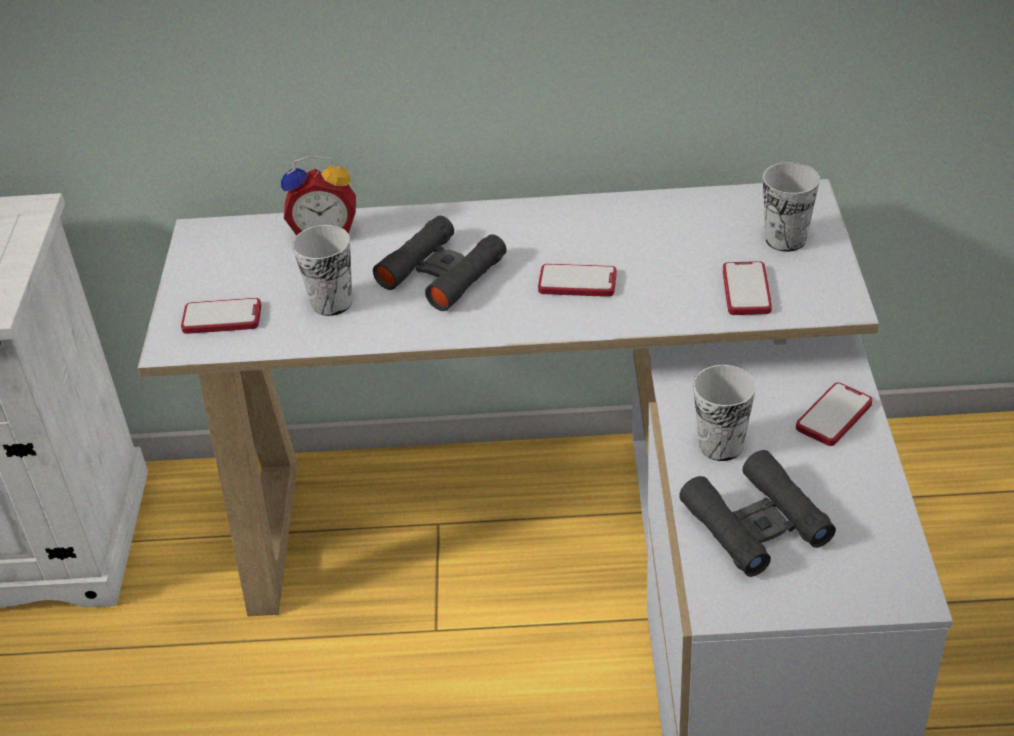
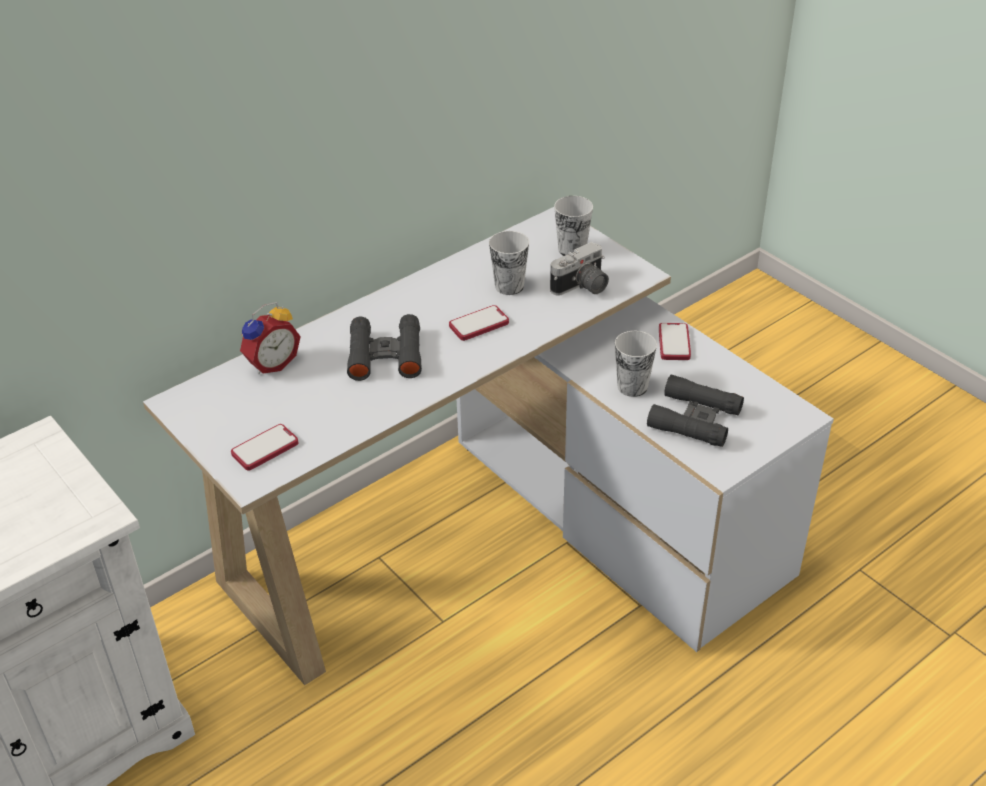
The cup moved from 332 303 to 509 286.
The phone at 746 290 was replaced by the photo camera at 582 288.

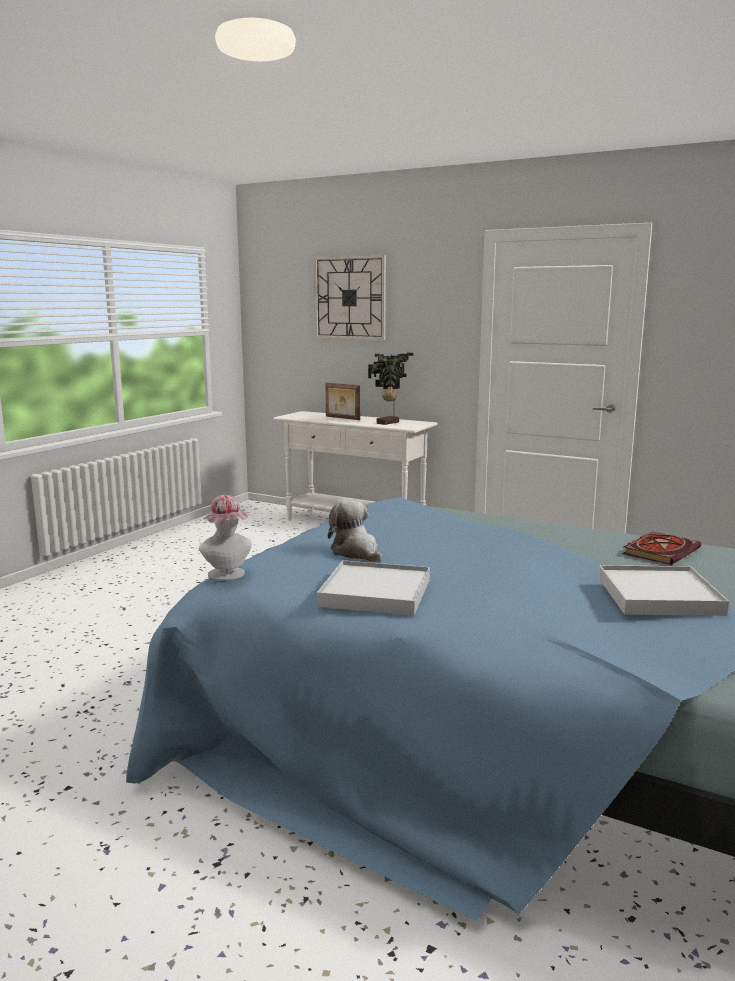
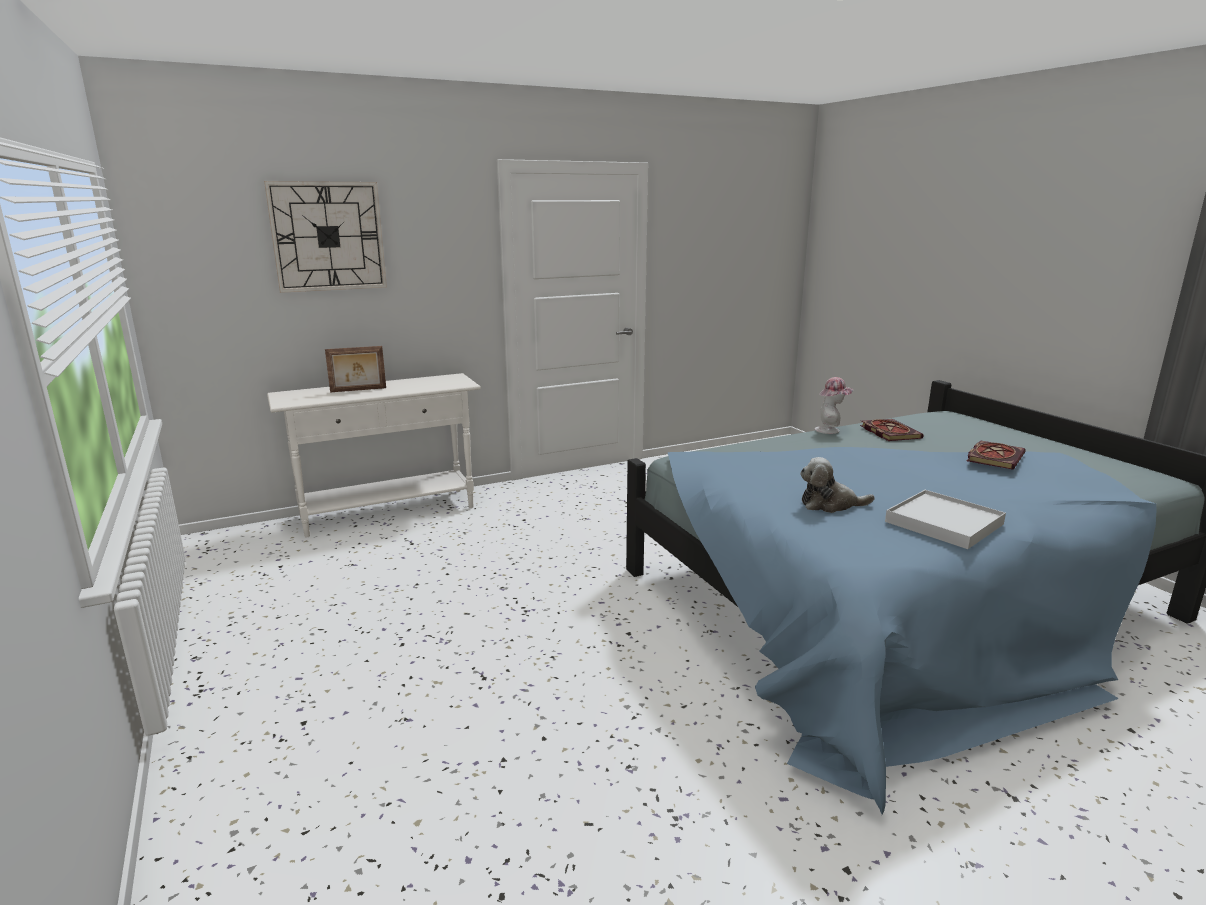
The potted plant at 389 423 disappeared.
The hat moved from 228 575 to 830 430.
The tray in white at 659 596 was replaced by the book at 994 457.

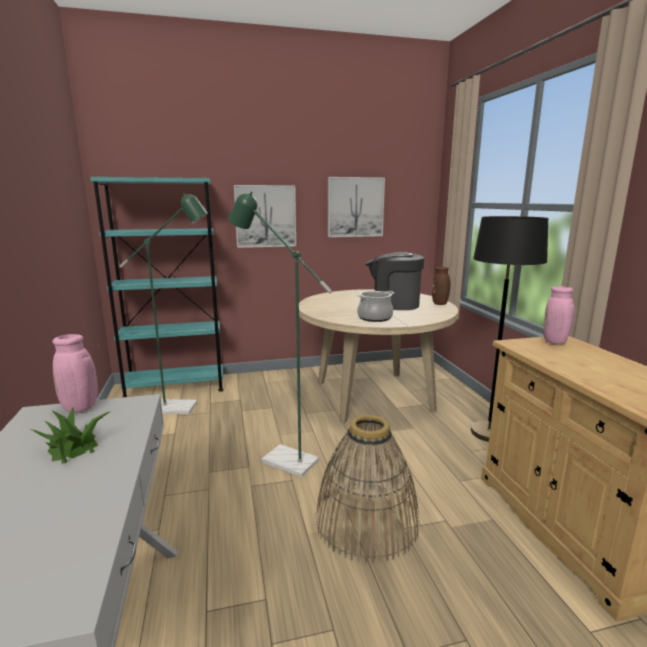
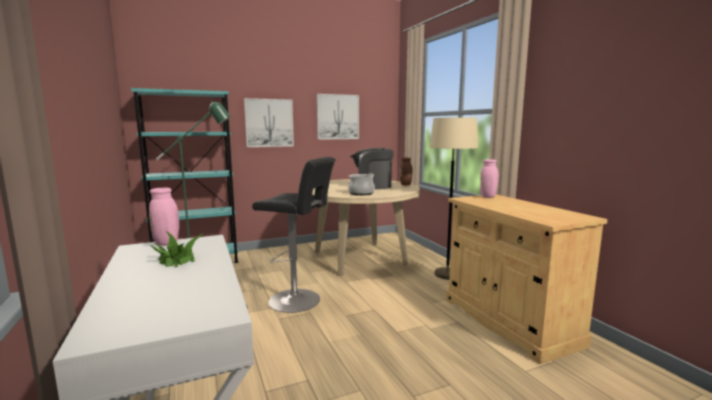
The basket at 366 521 disappeared.
The floor lamp in green at 281 458 was replaced by the stool in black at 298 300.
The floor lamp in black at 488 433 became the floor lamp in beige at 447 274.

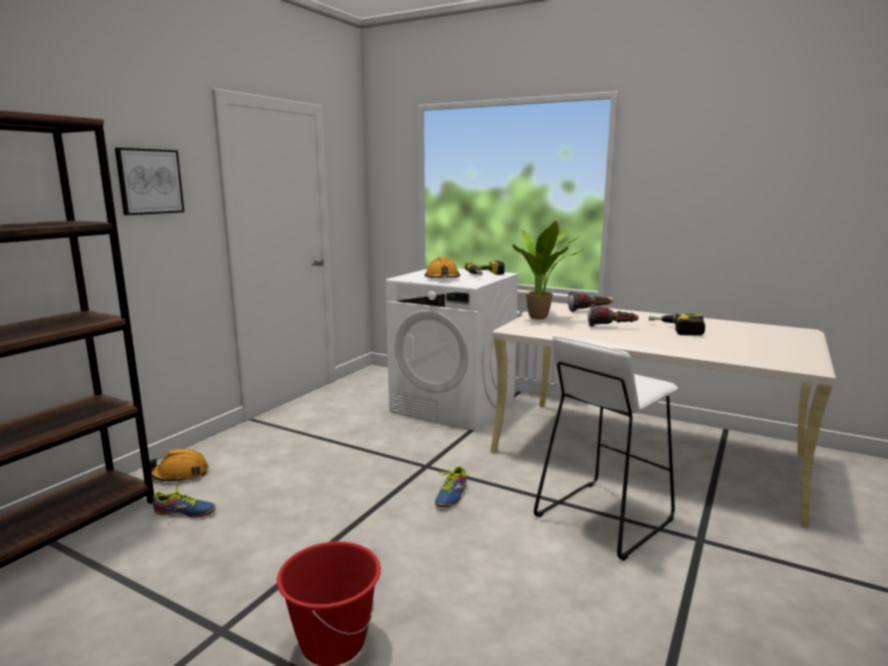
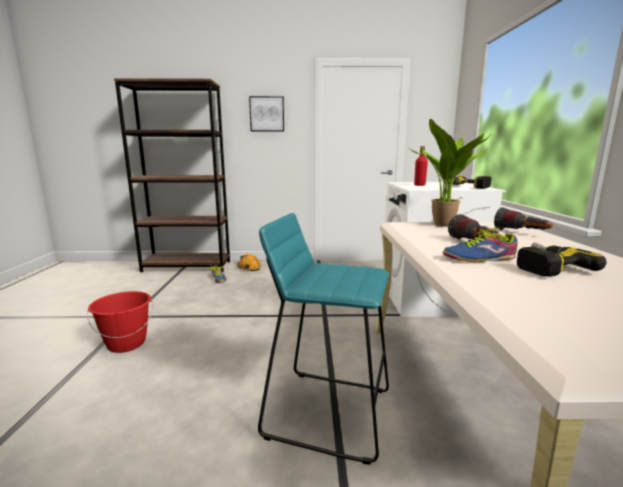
The shoe moved from 451 495 to 479 258.
The hard hat in orange at 442 279 was replaced by the bottle in red at 419 185.
The stool in white at 602 518 became the stool in turquoise at 327 411.

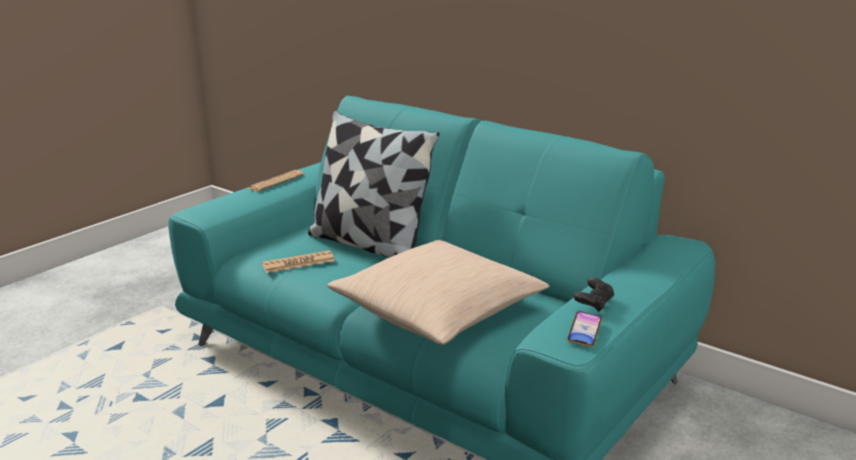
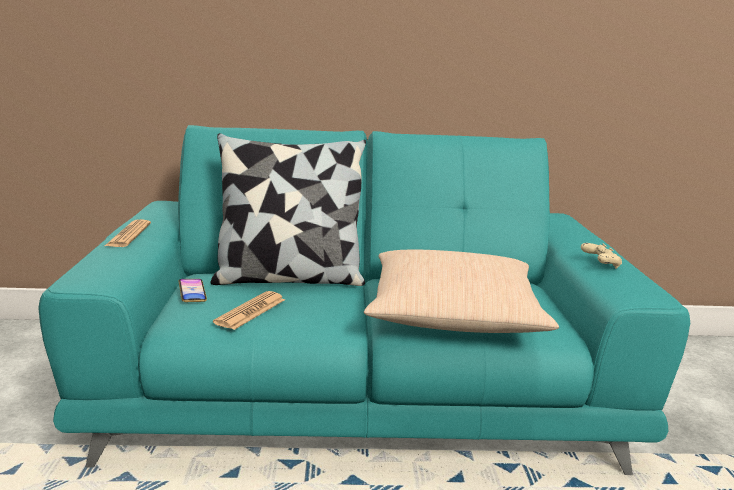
The phone moved from 584 332 to 192 293.
The game controller in black at 594 303 became the game controller in beige at 600 264.

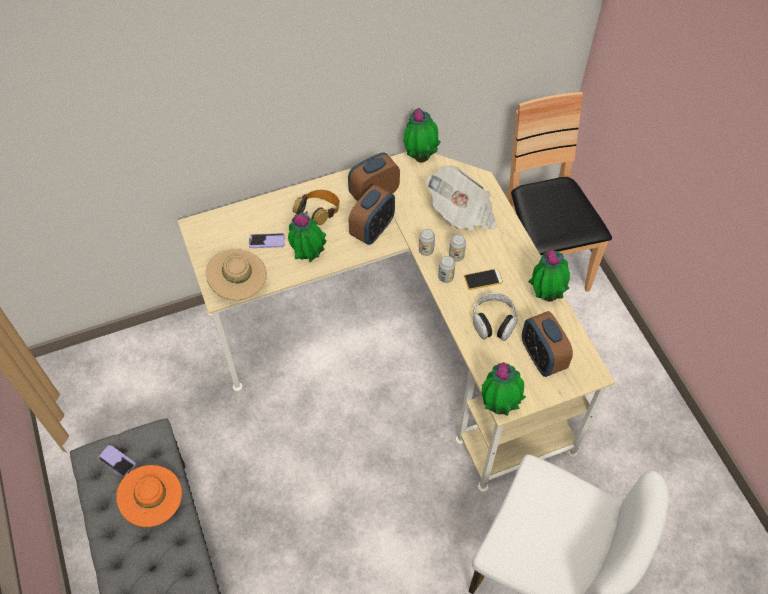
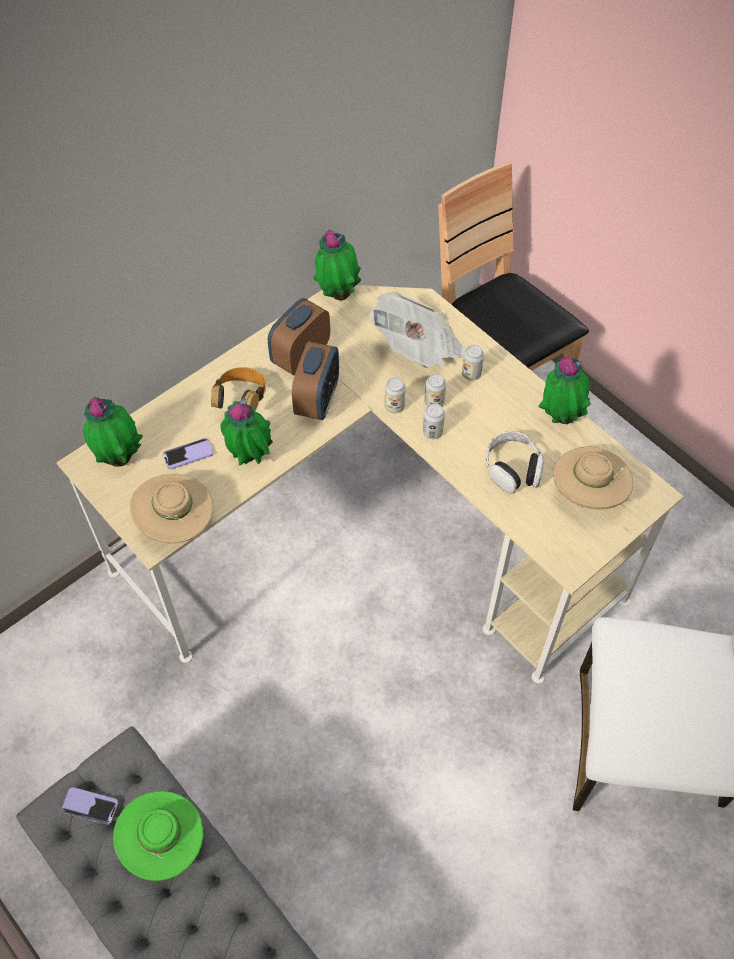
The phone at 483 279 disappeared.
The can at 471 374 appeared.
The potted plant moved from 499 405 to 119 457.
The alarm clock at 542 357 was replaced by the hat in beige at 588 493.
The hat in orange at 155 503 became the hat in green at 164 843.

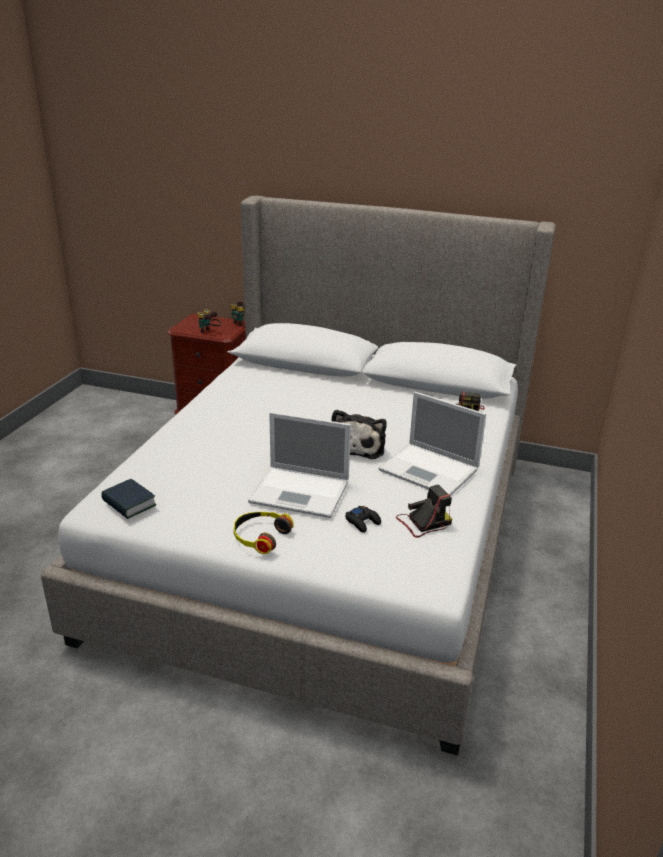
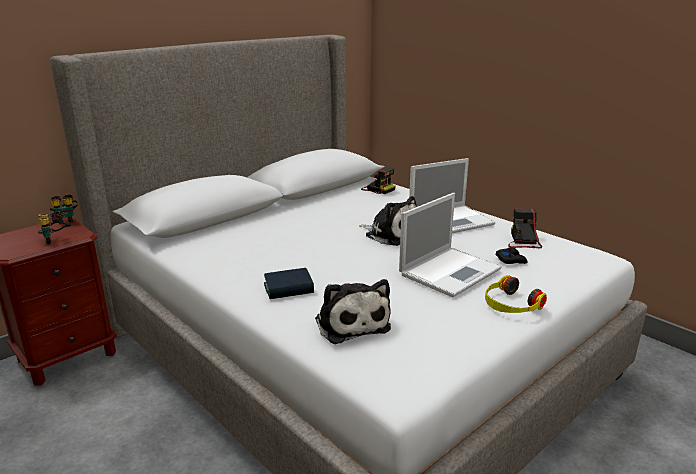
The plush toy at 351 323 appeared.
The book moved from 129 503 to 288 288.

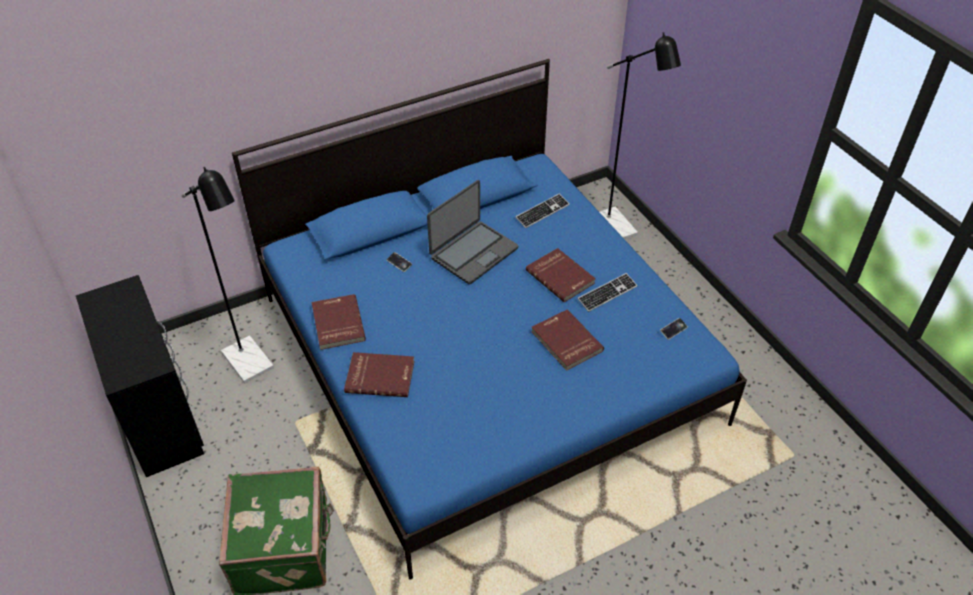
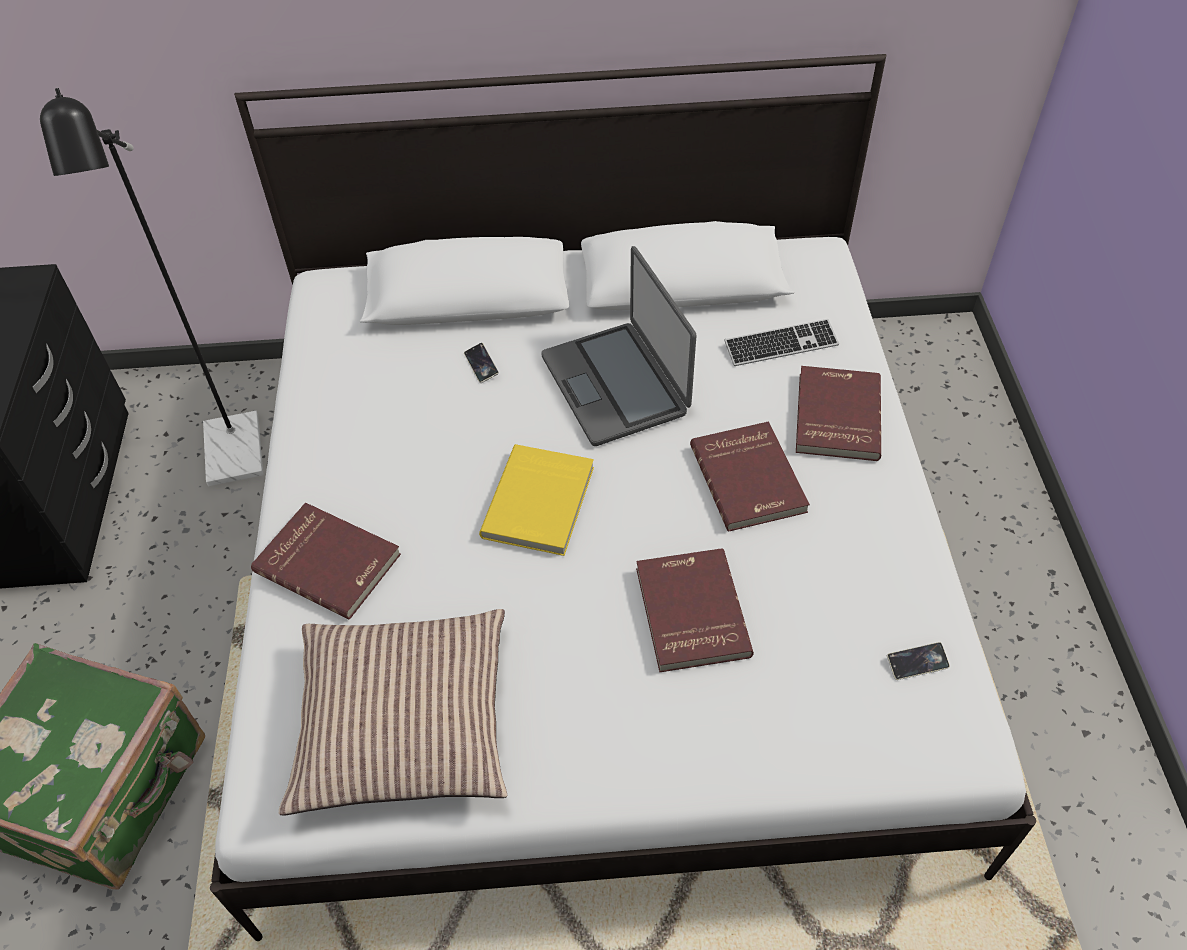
The keyboard at 607 293 disappeared.
The floor lamp in black at 619 231 disappeared.
The pillow at 403 721 appeared.
The book in yellow at 541 502 appeared.
The book in red moved from 337 324 to 835 416.
The bed in blue at 486 358 became the bed in white at 597 575.
The laptop at 473 252 turned 90 degrees clockwise.

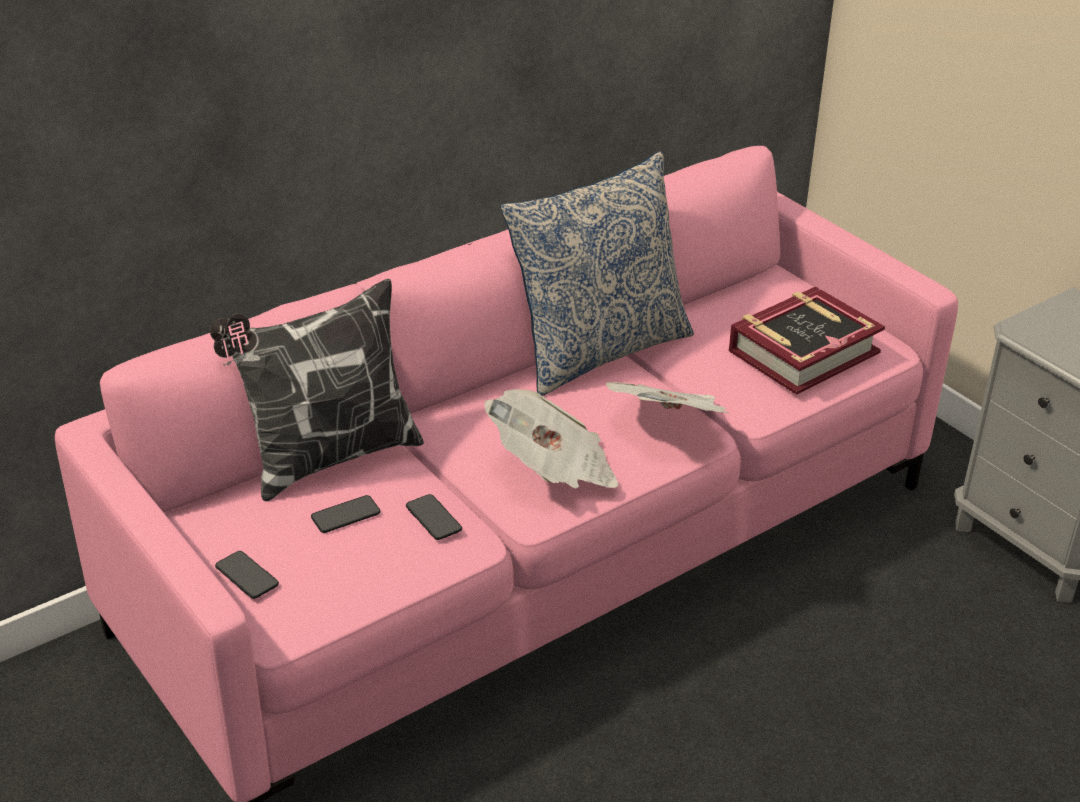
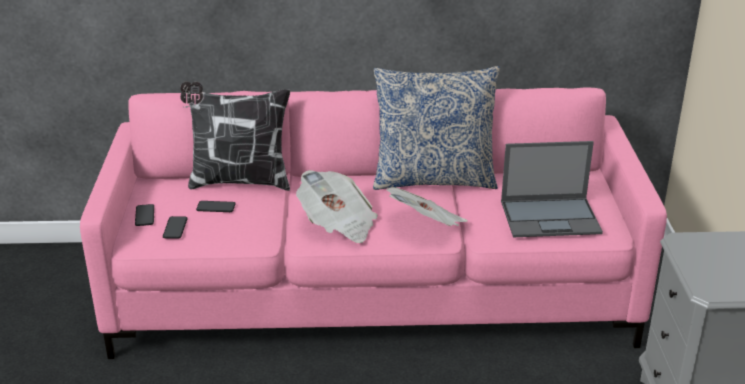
The phone moved from 433 518 to 175 228.
The book at 803 351 was replaced by the laptop at 551 217.

